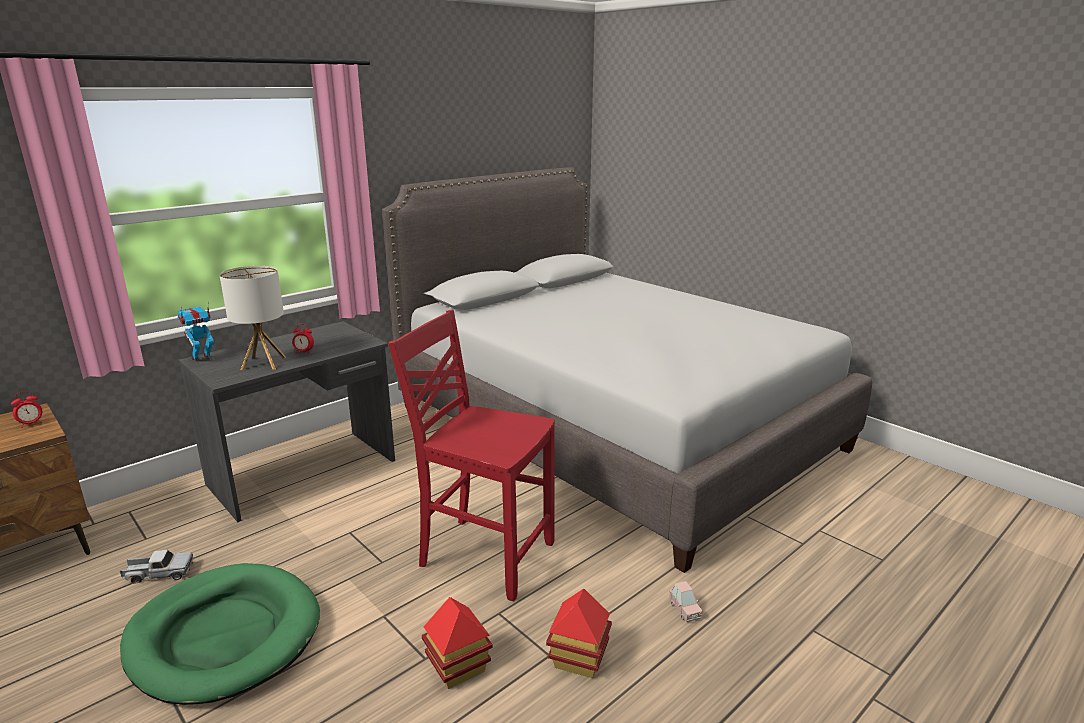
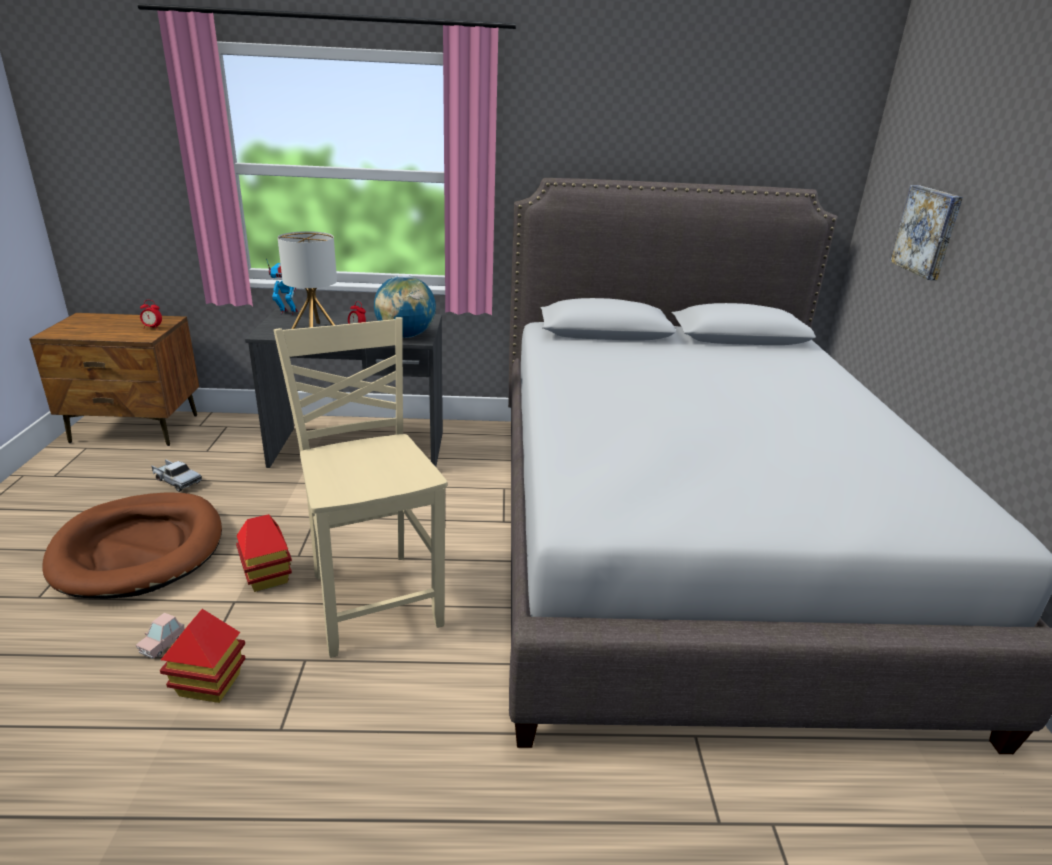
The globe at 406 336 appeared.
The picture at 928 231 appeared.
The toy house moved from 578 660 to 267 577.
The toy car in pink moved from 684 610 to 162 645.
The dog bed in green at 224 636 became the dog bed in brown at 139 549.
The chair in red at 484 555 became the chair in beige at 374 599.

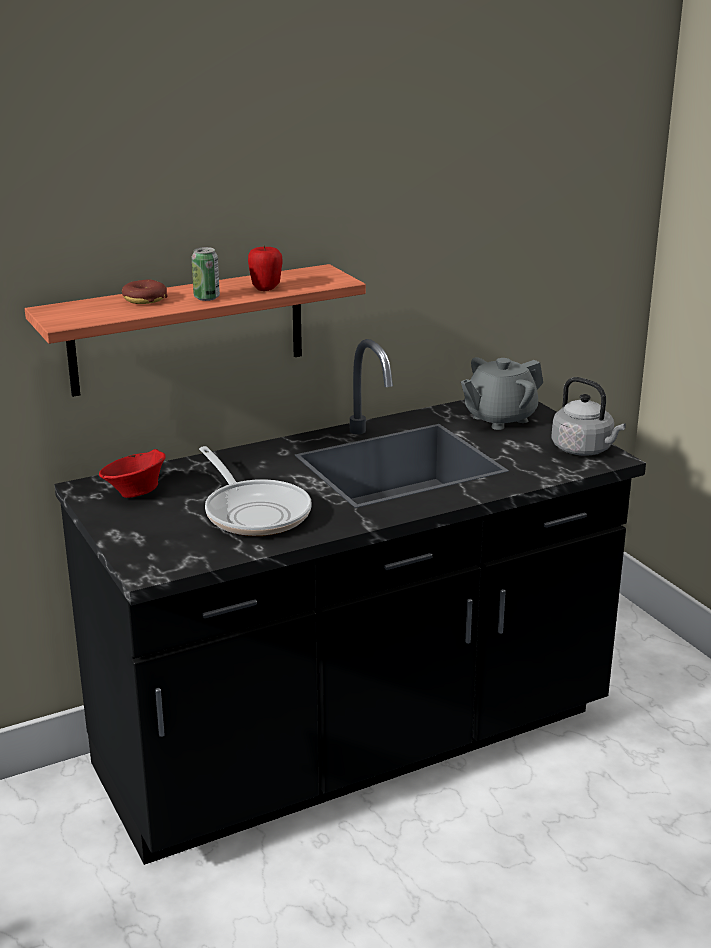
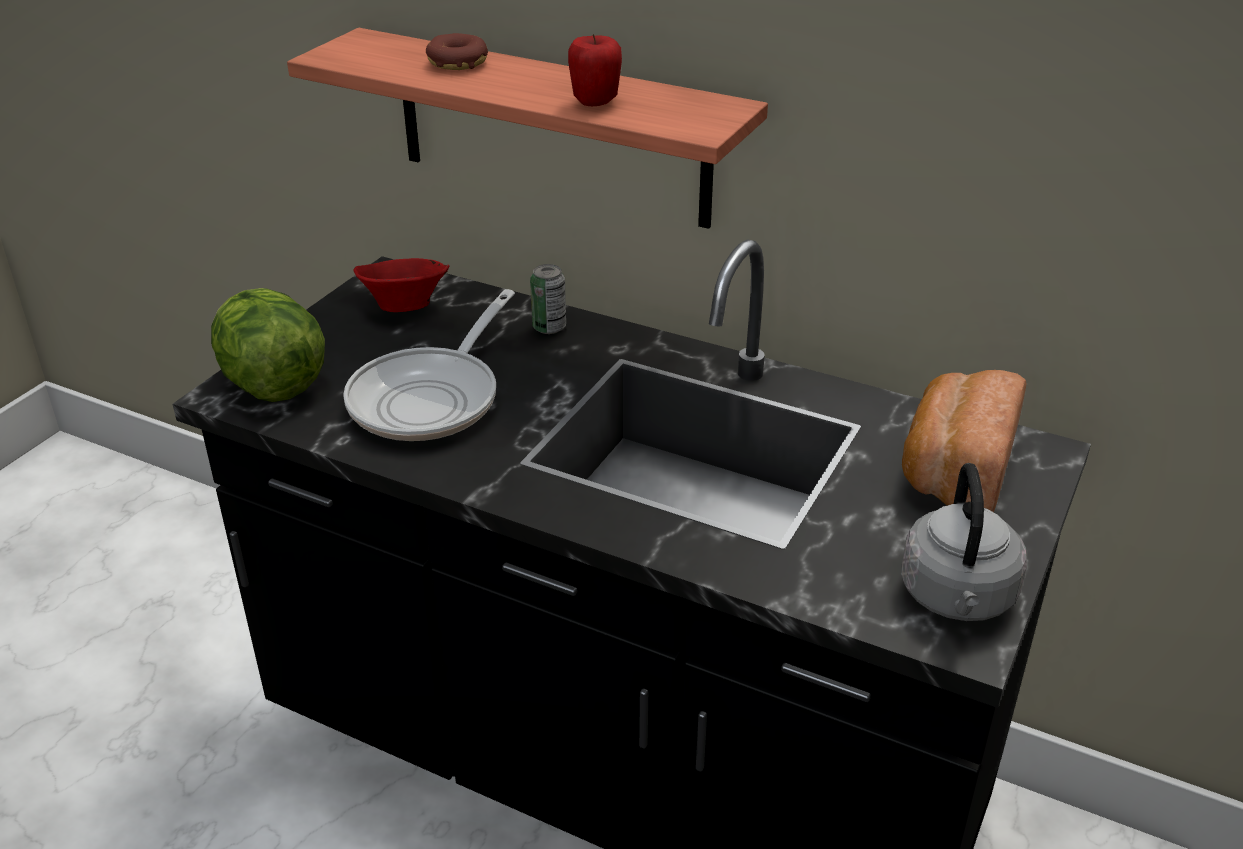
The lettuce at 272 384 appeared.
The can moved from 206 298 to 549 327.
The teapot in grey at 499 418 was replaced by the bread at 954 470.

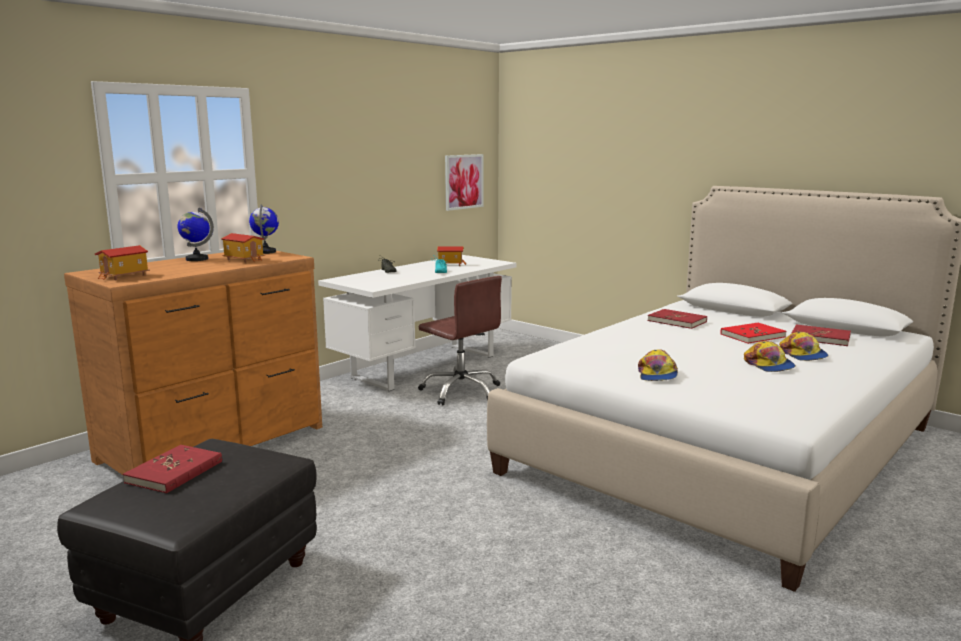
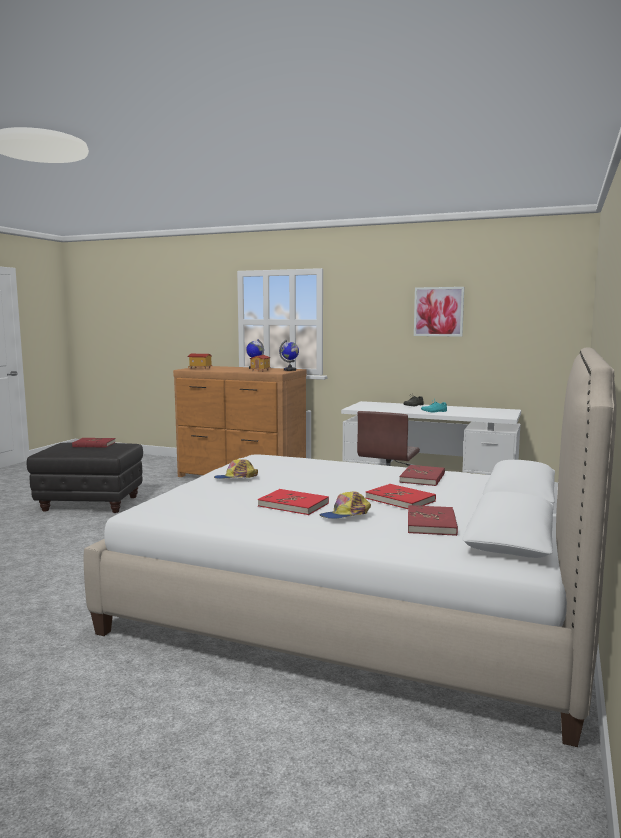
The toy house at 450 264 disappeared.
The picture moved from 463 181 to 438 311.
The cap at 769 365 was replaced by the book in red at 293 505.

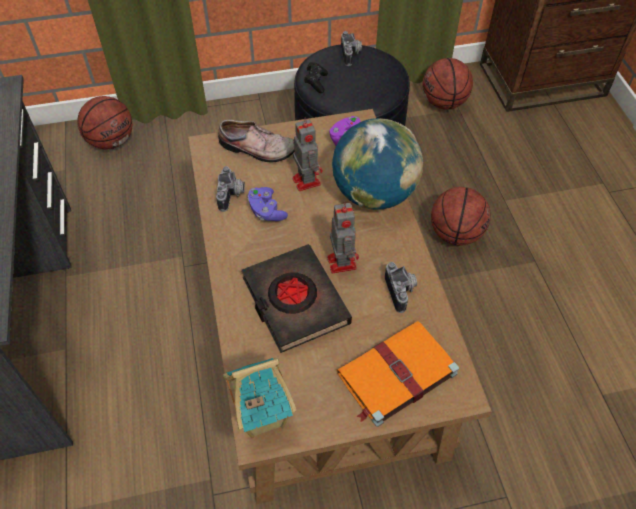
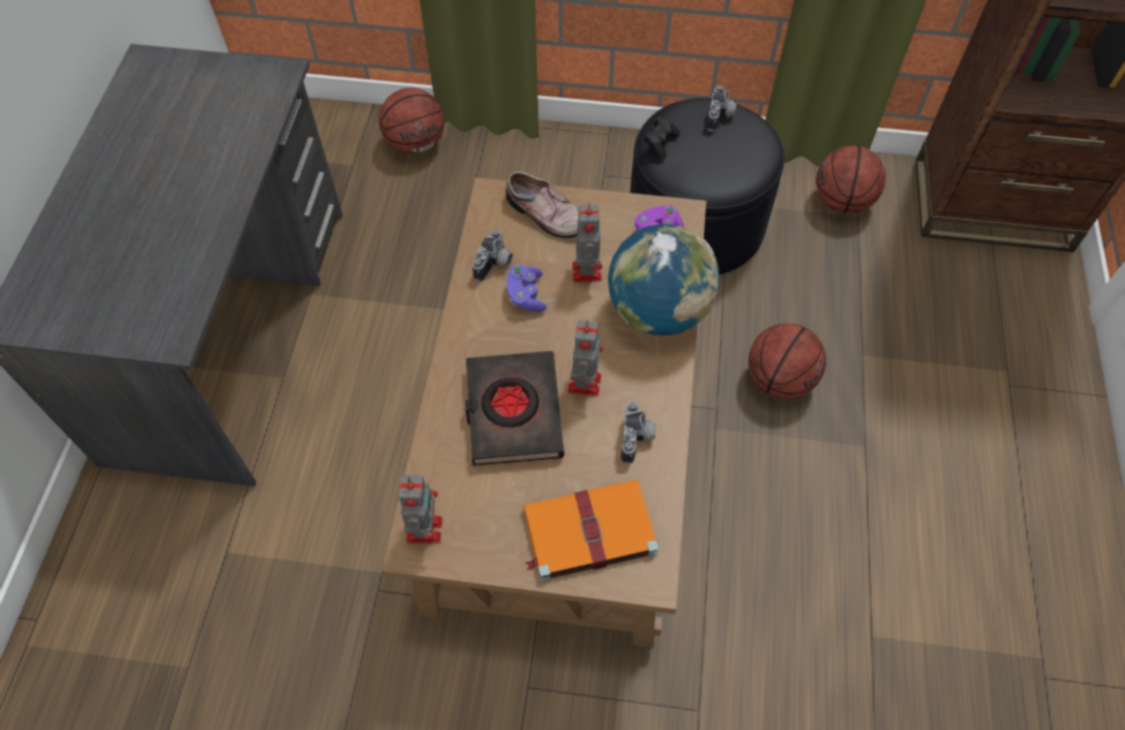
The toy house at 261 416 was replaced by the toy robot at 424 527.

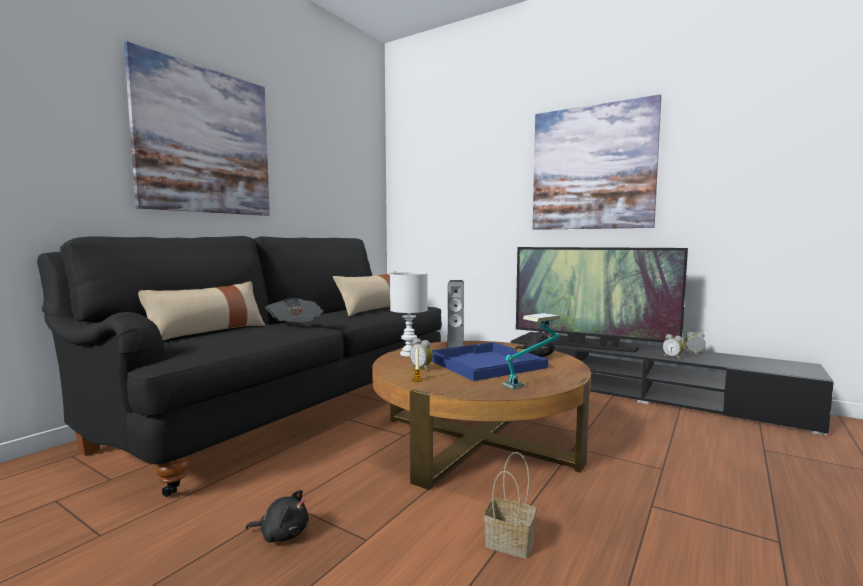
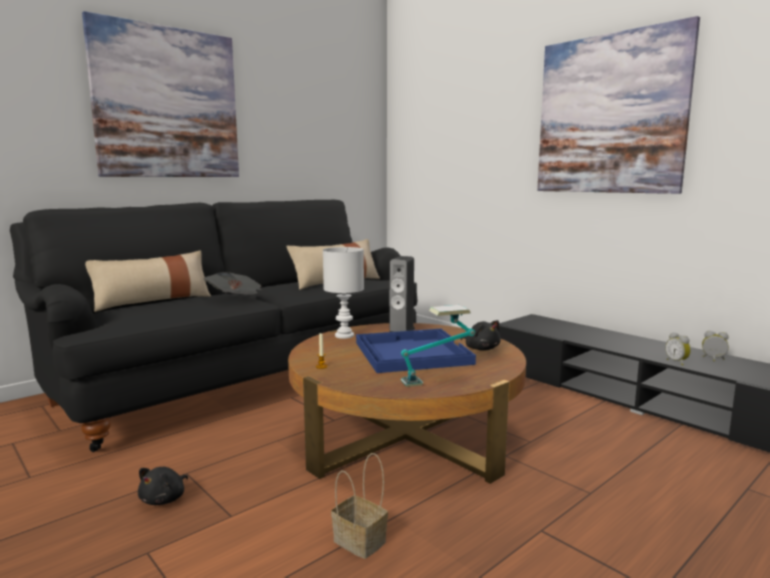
The alarm clock at 422 368 disappeared.
The television at 592 346 disappeared.
The plush toy in black at 282 534 turned 90 degrees clockwise.

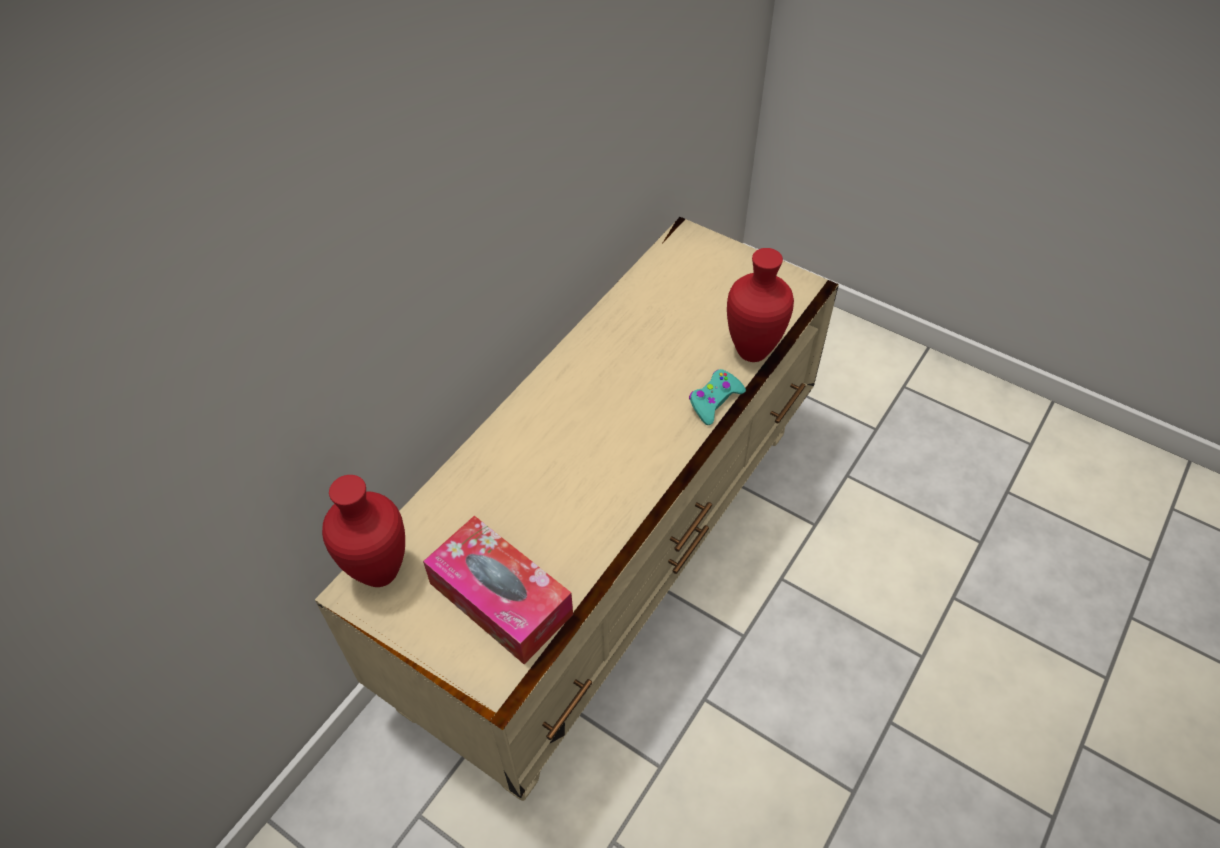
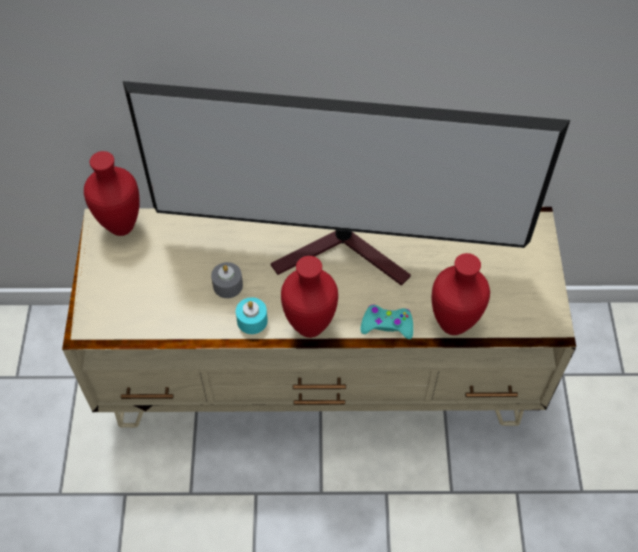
The tissue box at 500 599 disappeared.
The television at 346 253 appeared.
The candle in grey at 228 285 appeared.
The candle in turquoise at 252 320 appeared.
The vase in red at 310 325 appeared.

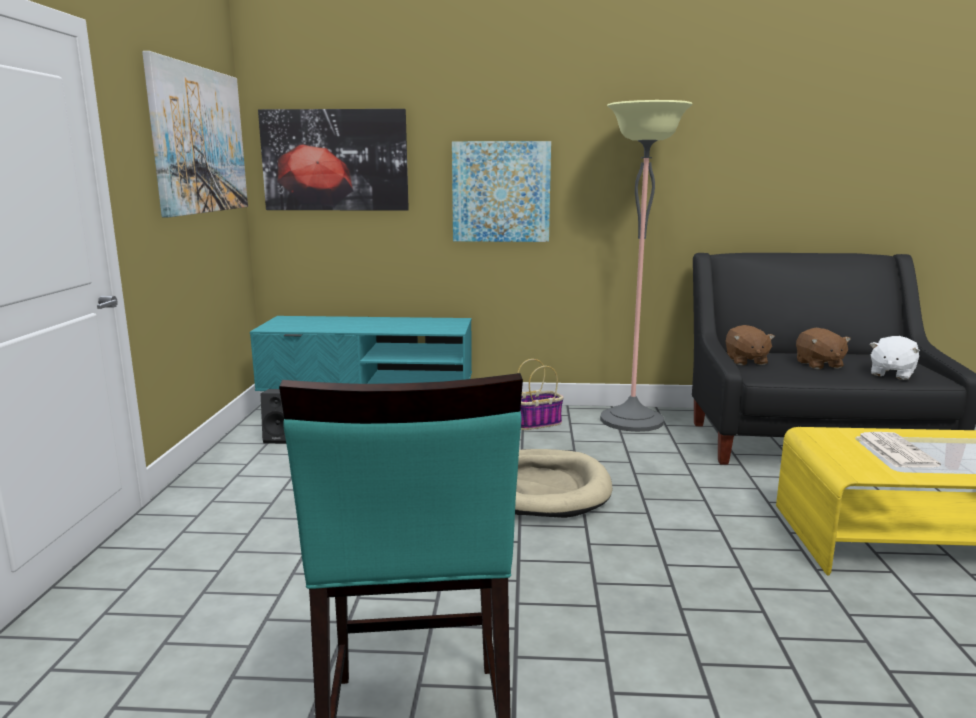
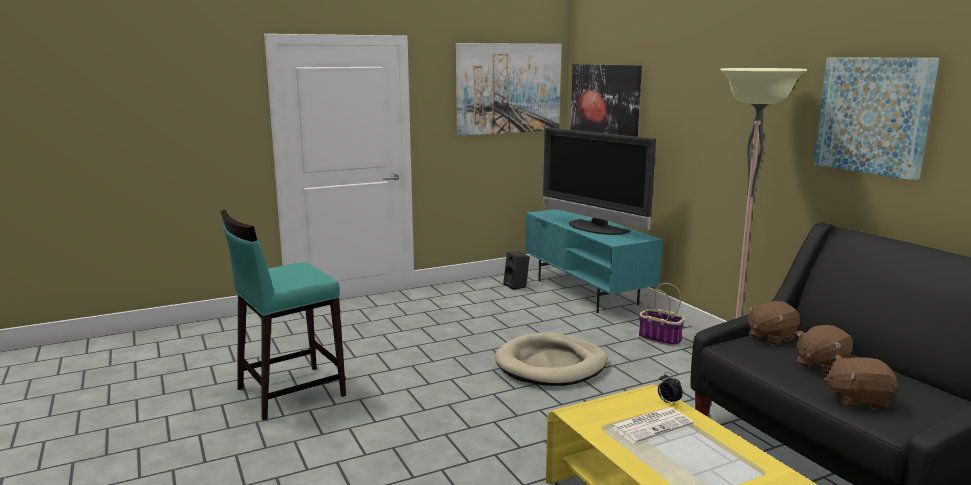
The television at 594 228 appeared.
The alarm clock at 668 402 appeared.
The picture moved from 501 192 to 873 115.
The plush toy in white at 891 374 became the plush toy in brown at 857 400.

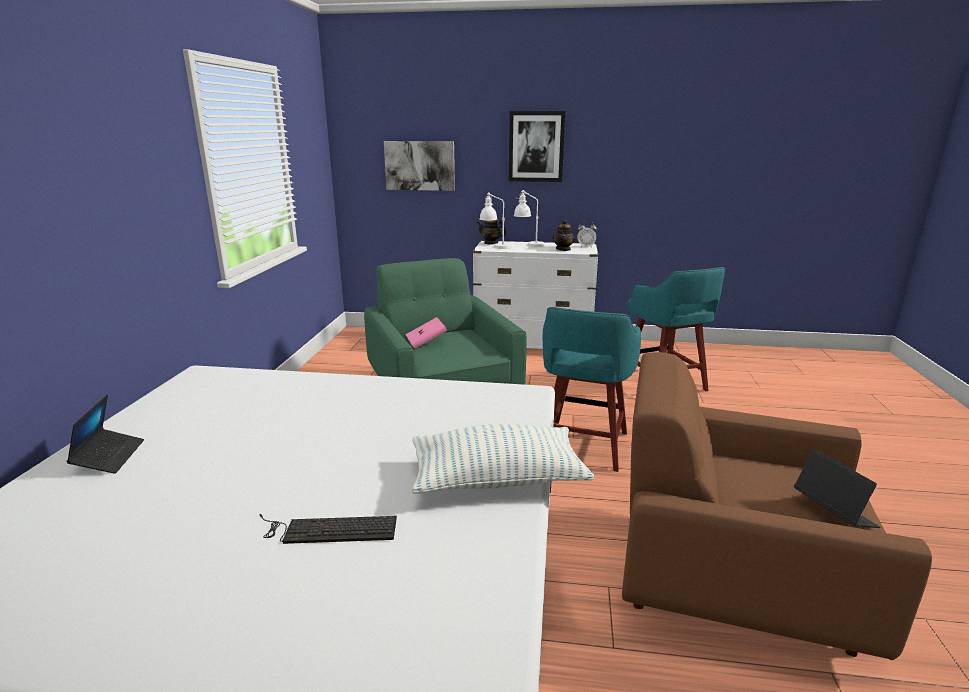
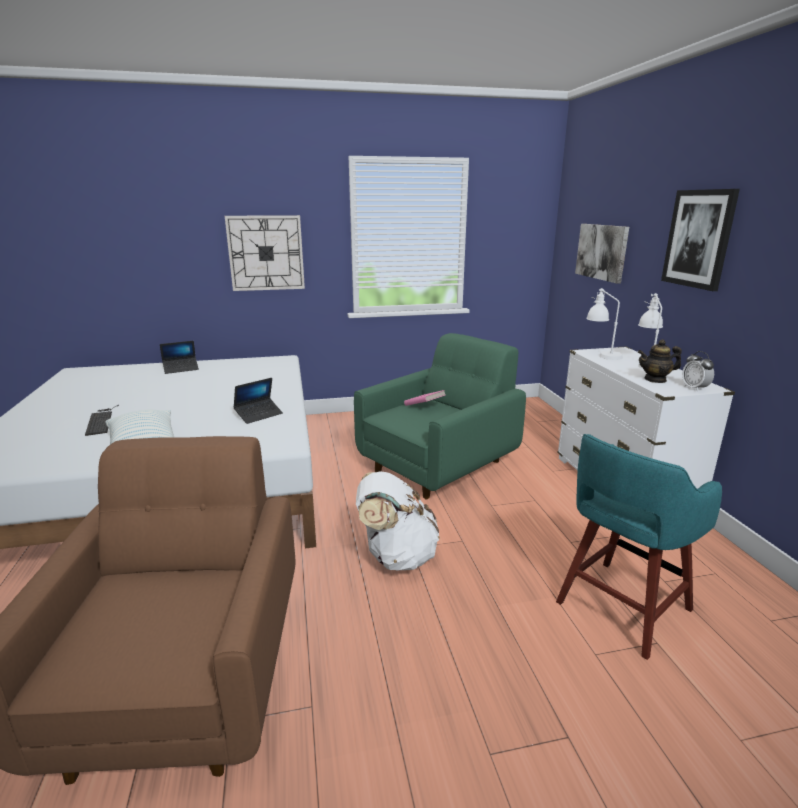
The teapot at 491 243 disappeared.
The wall clock at 266 253 appeared.
The laptop moved from 833 513 to 259 415.
The stool in turquoise at 583 446 was replaced by the backpack in white at 396 556.

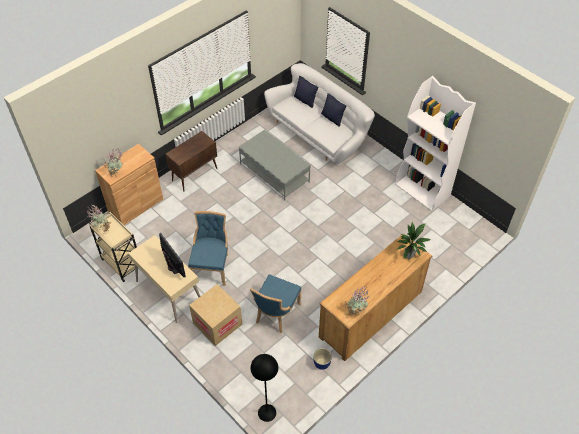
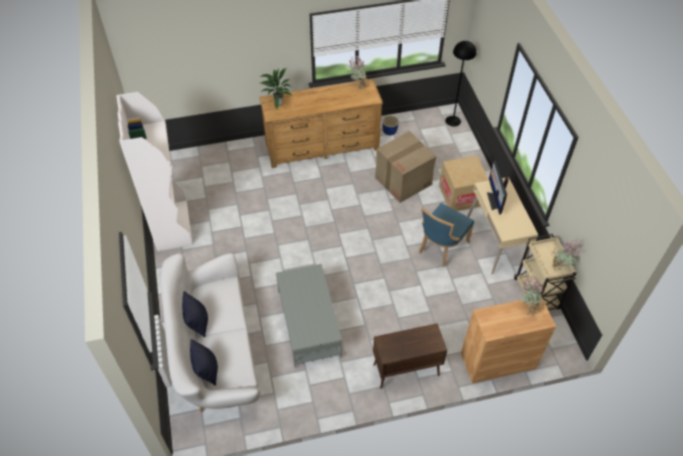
The chair in blue at 276 314 was replaced by the cardboard box at 403 180.

